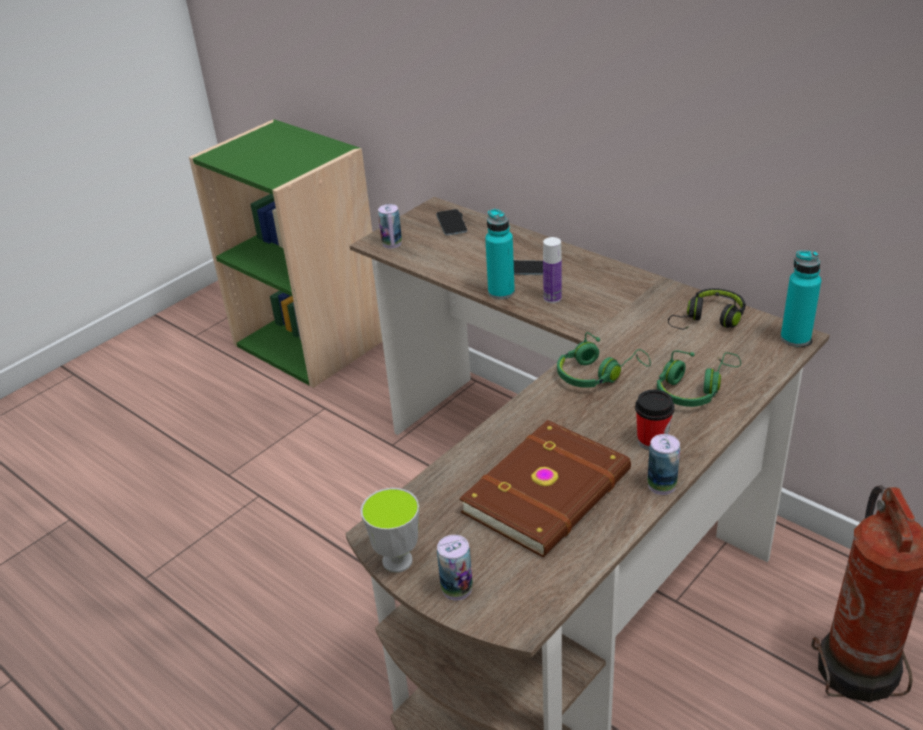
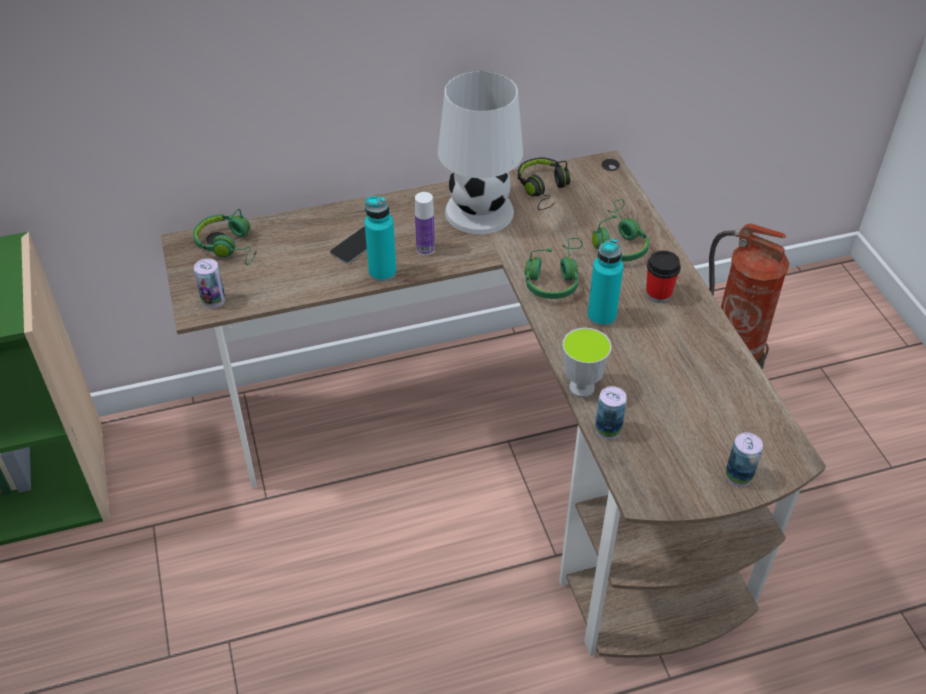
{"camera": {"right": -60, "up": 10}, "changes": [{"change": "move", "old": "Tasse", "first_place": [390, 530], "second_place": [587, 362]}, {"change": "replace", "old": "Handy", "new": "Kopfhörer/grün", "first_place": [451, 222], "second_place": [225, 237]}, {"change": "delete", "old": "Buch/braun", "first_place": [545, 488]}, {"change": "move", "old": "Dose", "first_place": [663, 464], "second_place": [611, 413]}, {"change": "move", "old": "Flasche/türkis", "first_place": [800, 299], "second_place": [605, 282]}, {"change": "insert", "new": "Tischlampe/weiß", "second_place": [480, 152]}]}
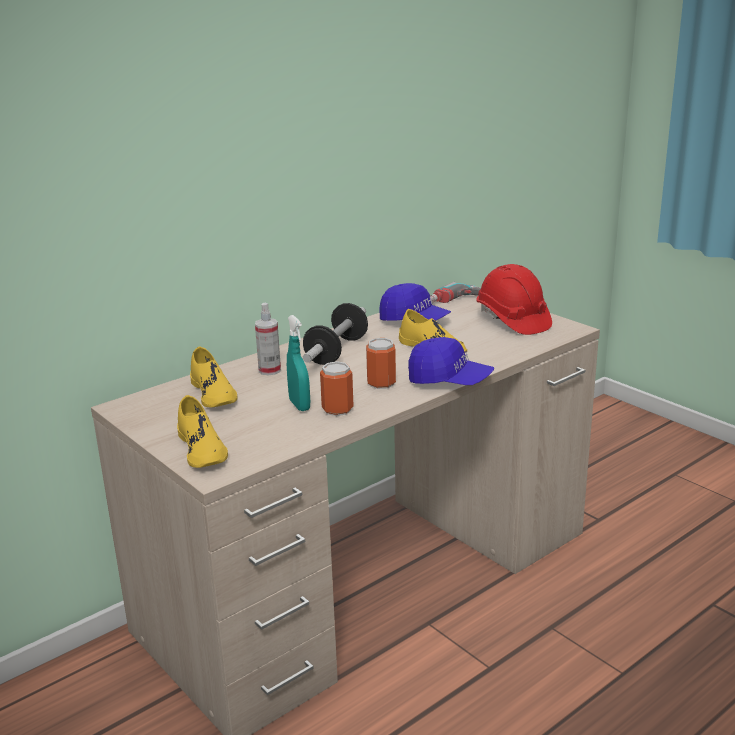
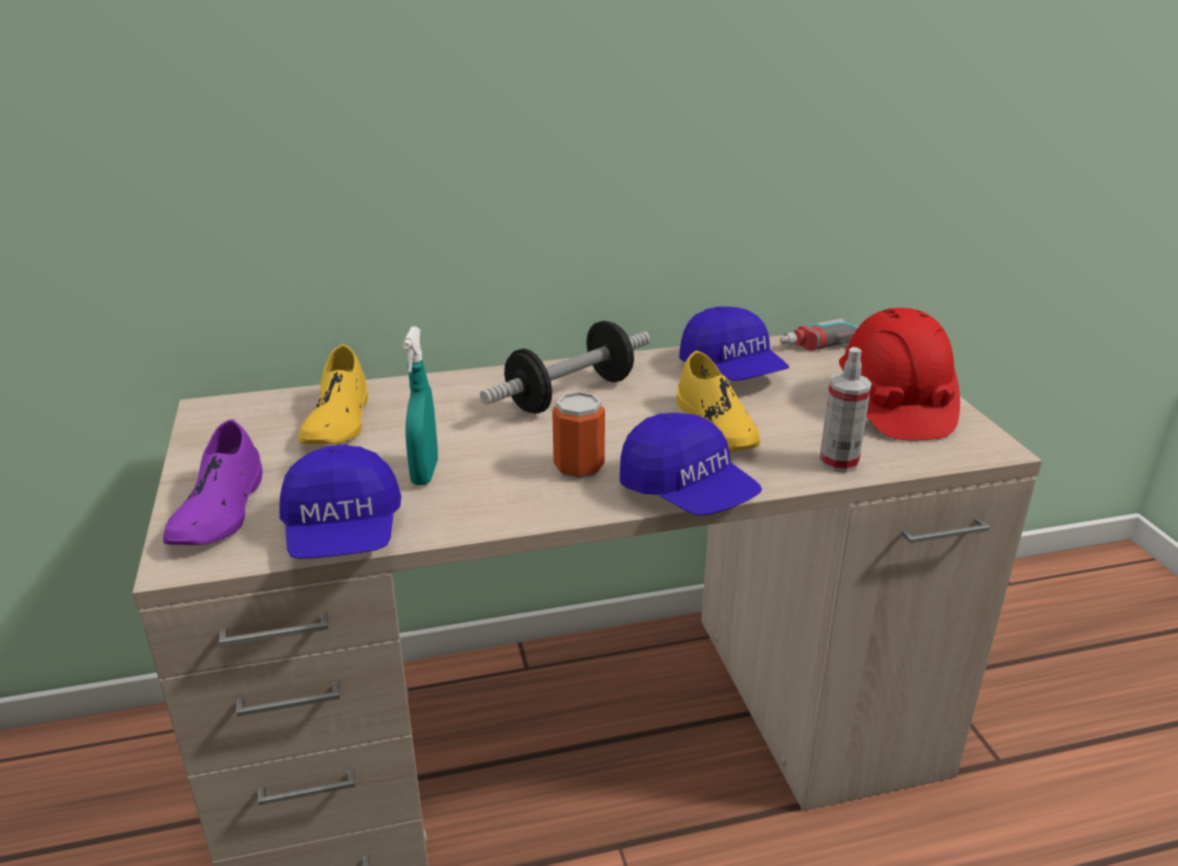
{"camera": {"right": 25, "up": 5}, "changes": [{"change": "recolor", "old": "Schuh/gelb", "new": "Schuh/lila", "first_place": [202, 431], "second_place": [212, 482]}, {"change": "move", "old": "Sprühflasche", "first_place": [268, 339], "second_place": [845, 410]}, {"change": "delete", "old": "Dose", "first_place": [337, 388]}, {"change": "insert", "new": "Kappe/blau", "second_place": [340, 502]}]}
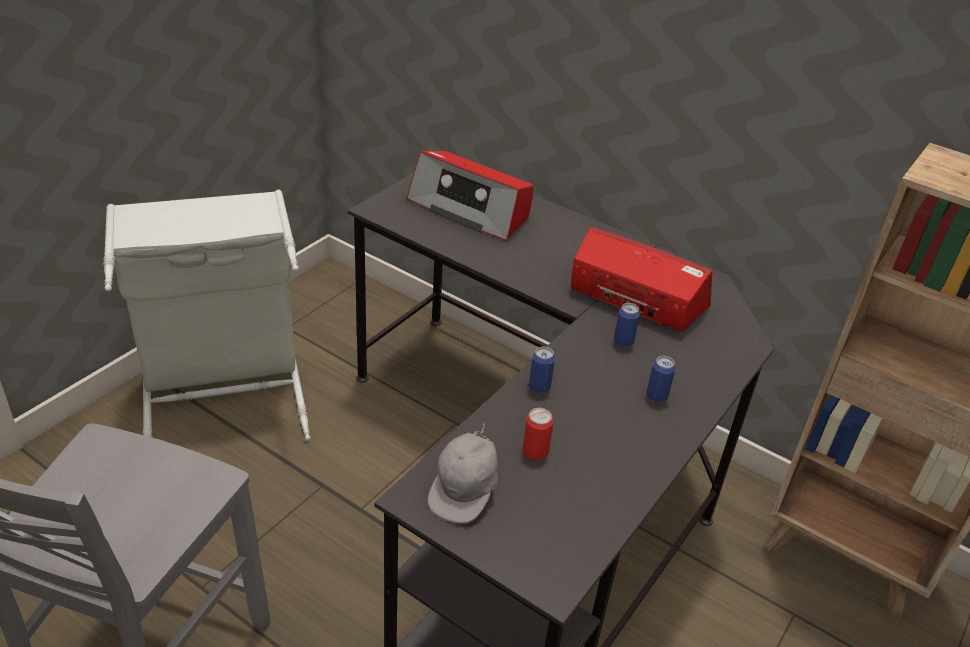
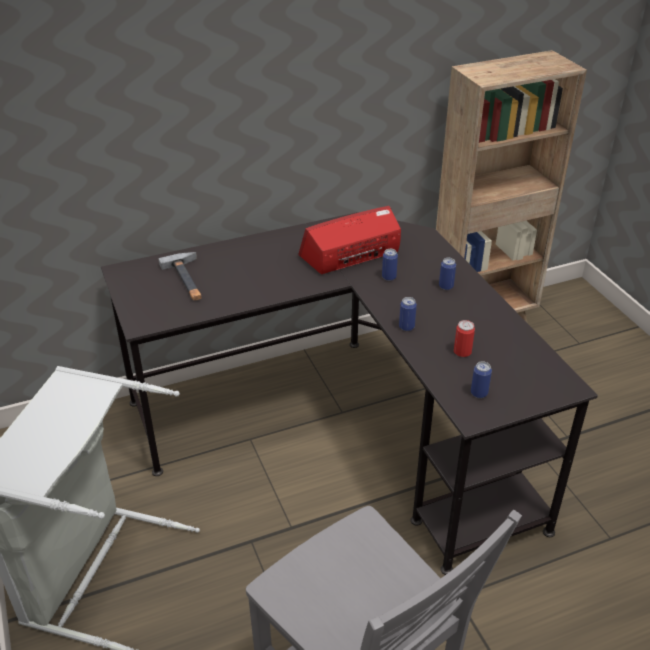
{"camera": {"right": -55, "up": 0}, "changes": [{"change": "replace", "old": "Radio", "new": "Hammer", "first_place": [470, 196], "second_place": [180, 276]}, {"change": "replace", "old": "Kappe/grau", "new": "Dose", "first_place": [463, 473], "second_place": [481, 379]}]}
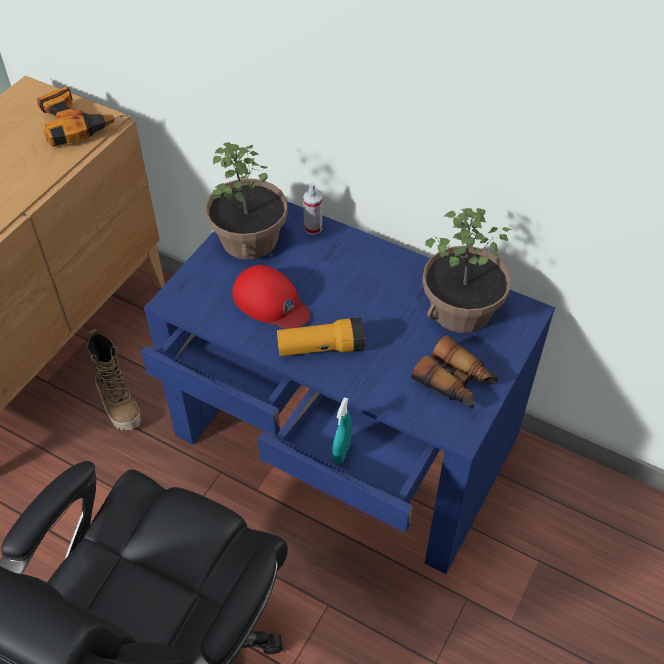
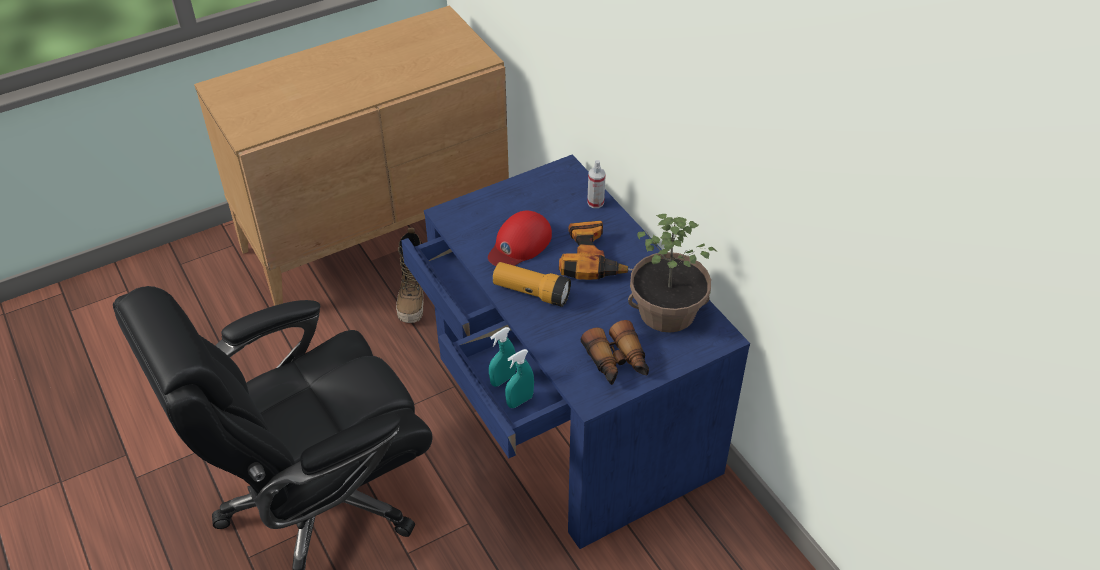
{"camera": {"right": 30, "up": -5}, "changes": [{"change": "move", "old": "Bohrmaschine", "first_place": [82, 116], "second_place": [596, 250]}, {"change": "delete", "old": "Topfpflanze", "first_place": [247, 201]}, {"change": "rotate", "old": "Kappe/rot", "first_place": [271, 297], "second_place": [520, 238], "degrees": 60}, {"change": "insert", "new": "Sprühflasche/türkis", "second_place": [519, 378]}]}
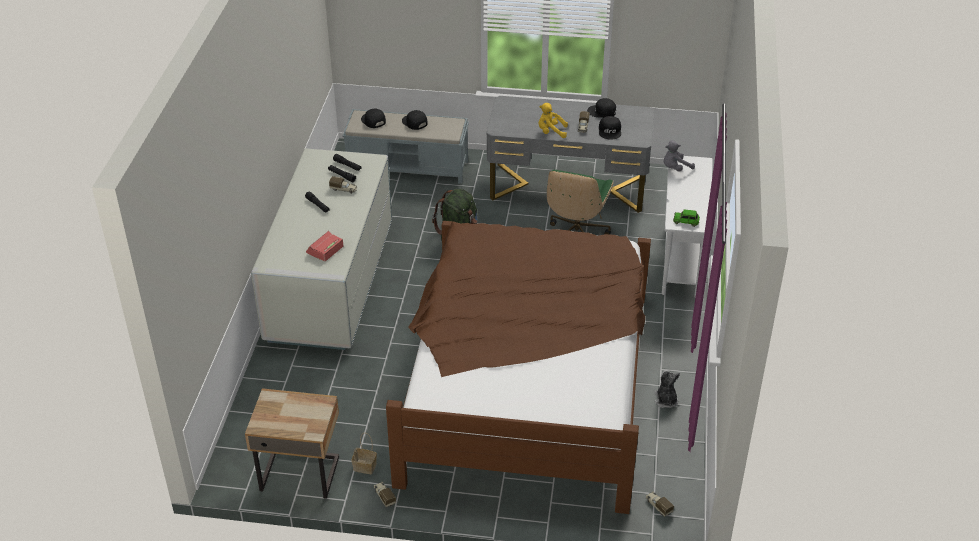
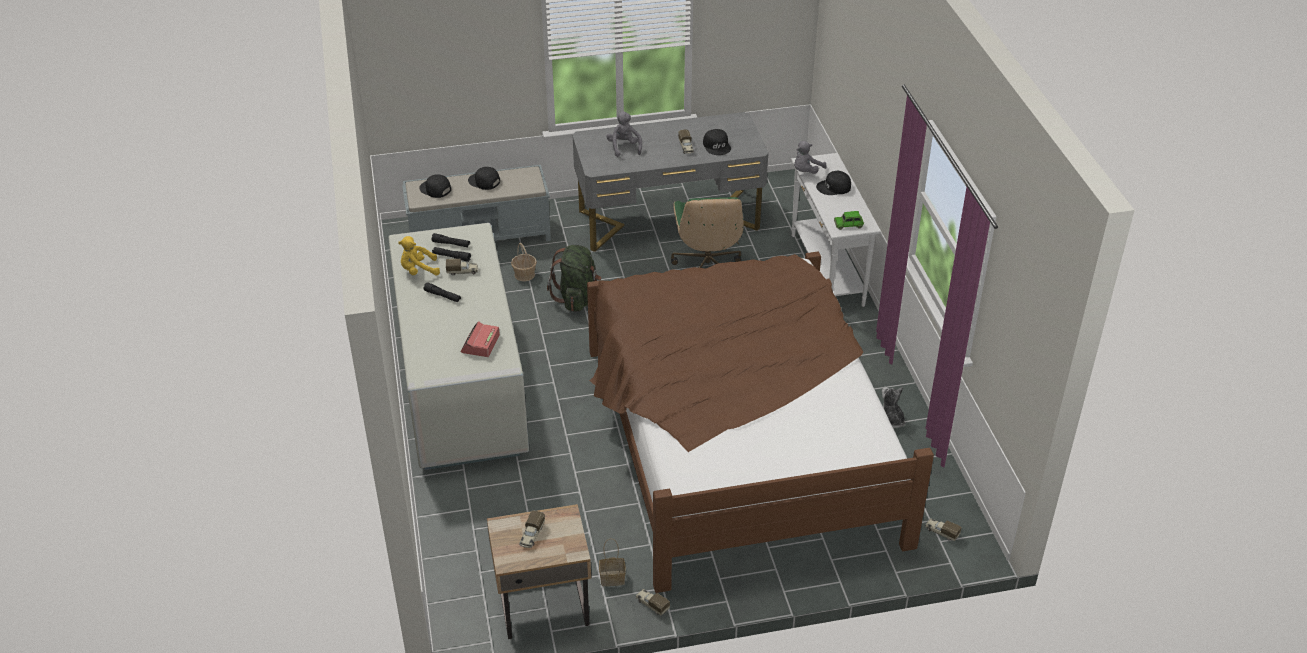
{"camera": {"right": -20, "up": 0}, "changes": [{"change": "move", "old": "Plüschtier/gelb", "first_place": [553, 120], "second_place": [419, 255]}, {"change": "move", "old": "Kappe/schwarz", "first_place": [601, 108], "second_place": [833, 183]}, {"change": "insert", "new": "Korb", "second_place": [524, 262]}, {"change": "insert", "new": "Spielzeuglaster", "second_place": [532, 529]}, {"change": "insert", "new": "Plüschtier/grau", "second_place": [624, 134]}]}
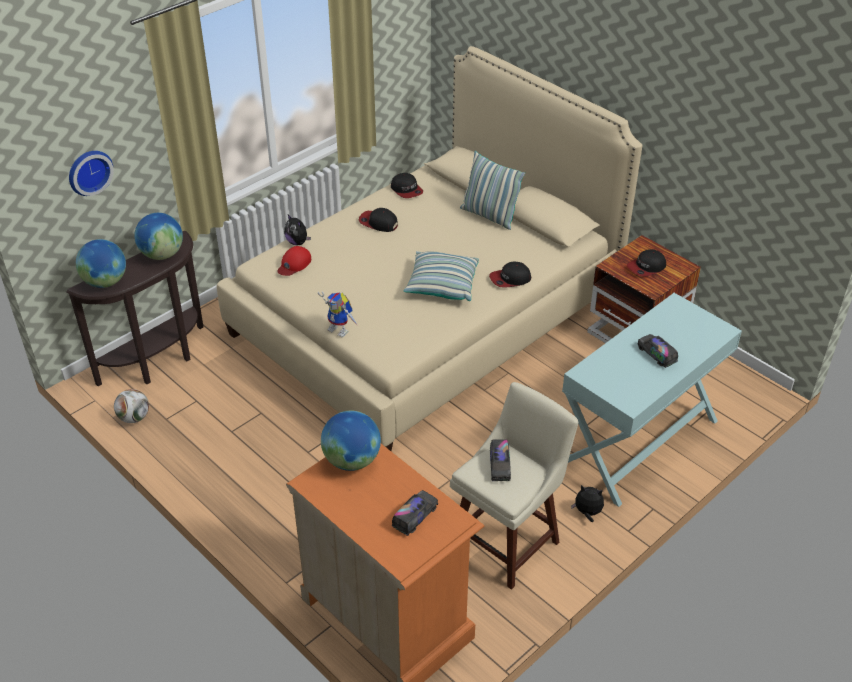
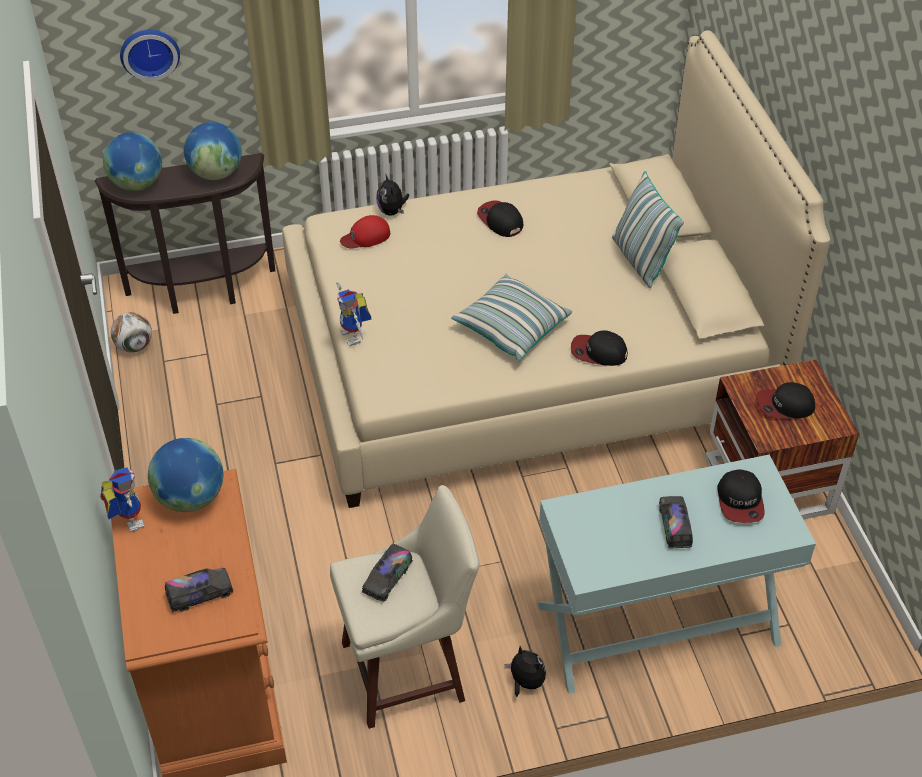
{"camera": {"right": 30, "up": 5}, "changes": [{"change": "move", "old": "Kappe", "first_place": [407, 185], "second_place": [741, 496]}, {"change": "insert", "new": "Spielzeugroboter", "second_place": [122, 499]}]}
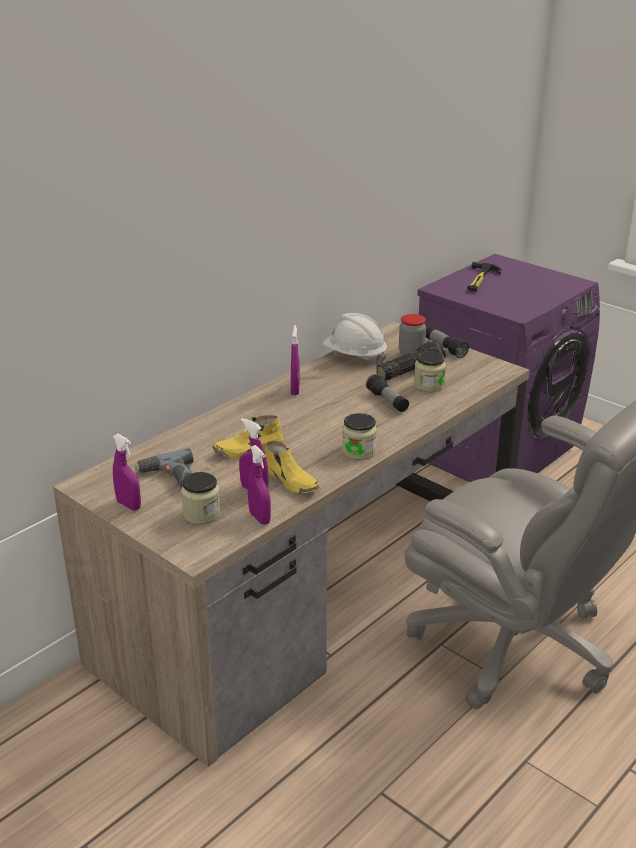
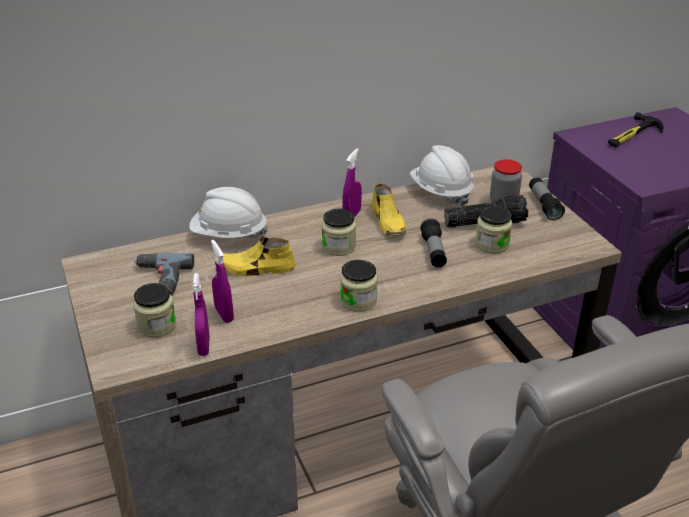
{"camera": {"right": 25, "up": 5}, "changes": [{"change": "delete", "old": "Sprühflasche/lila", "first_place": [127, 472]}, {"change": "move", "old": "Schuh/gelb", "first_place": [291, 467], "second_place": [388, 210]}, {"change": "insert", "new": "Schutzhelm/weiß", "second_place": [228, 213]}, {"change": "insert", "new": "Vorratsglas", "second_place": [339, 232]}]}
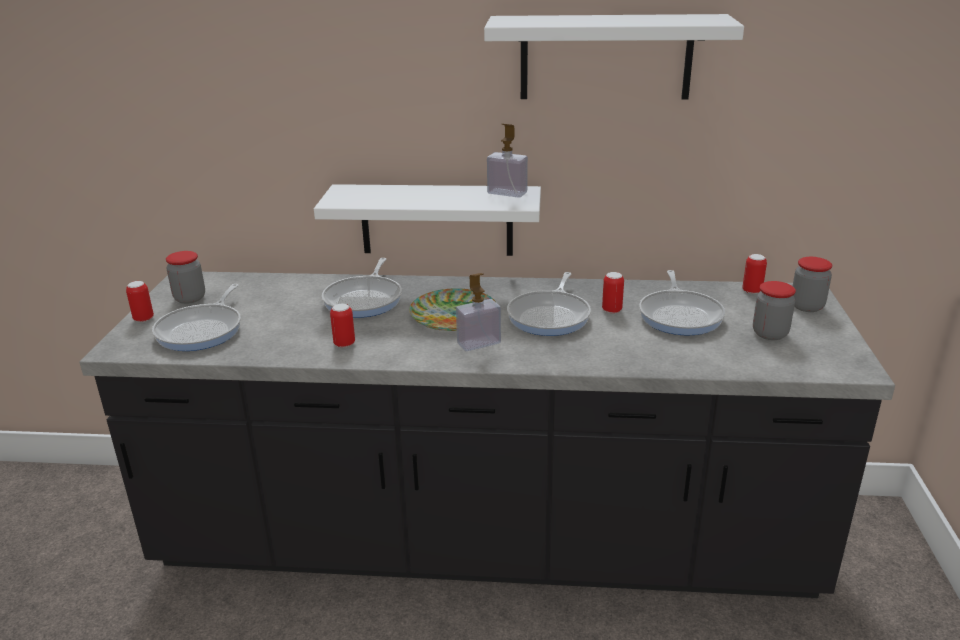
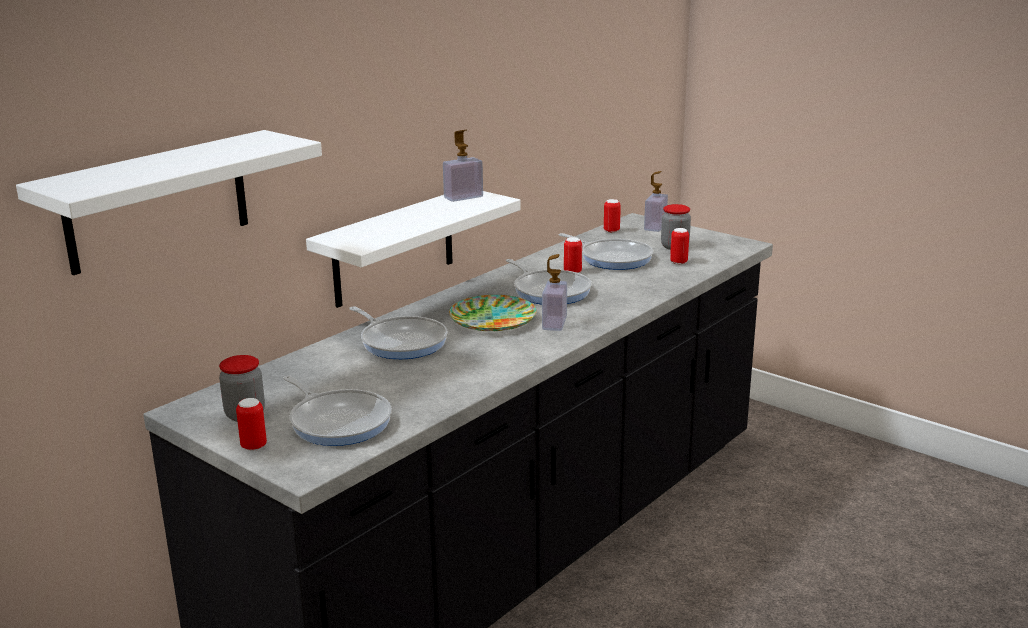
{"camera": {"right": -55, "up": -5}, "changes": [{"change": "move", "old": "Dose", "first_place": [342, 326], "second_place": [679, 246]}, {"change": "move", "old": "Wandregal/weiß", "first_place": [614, 56], "second_place": [169, 202]}, {"change": "replace", "old": "Vorratsglas", "new": "Seifenspender", "first_place": [812, 284], "second_place": [656, 201]}]}
